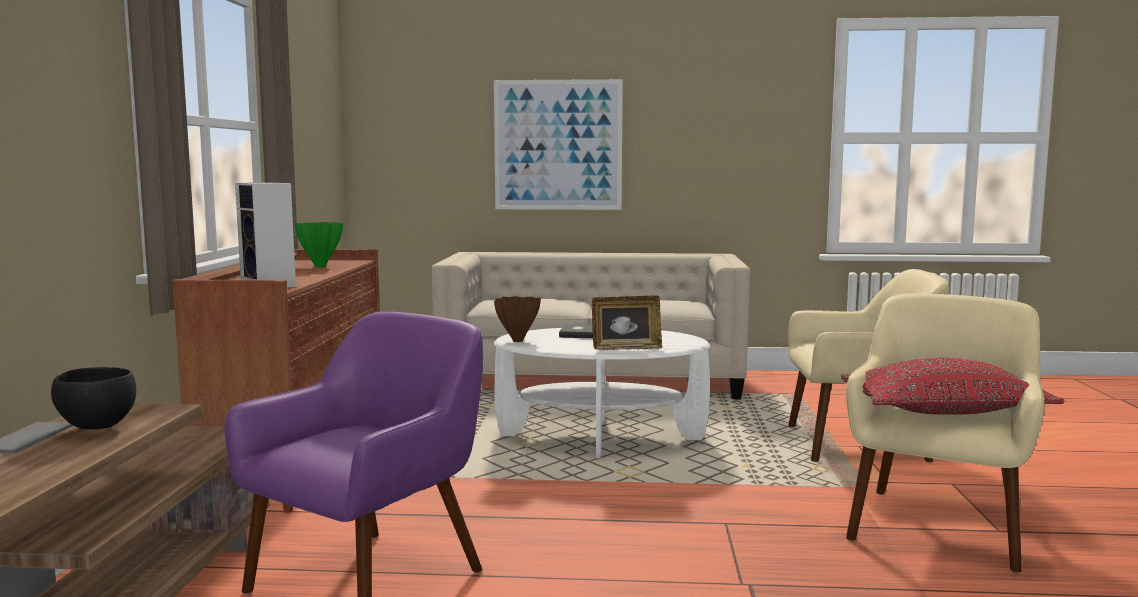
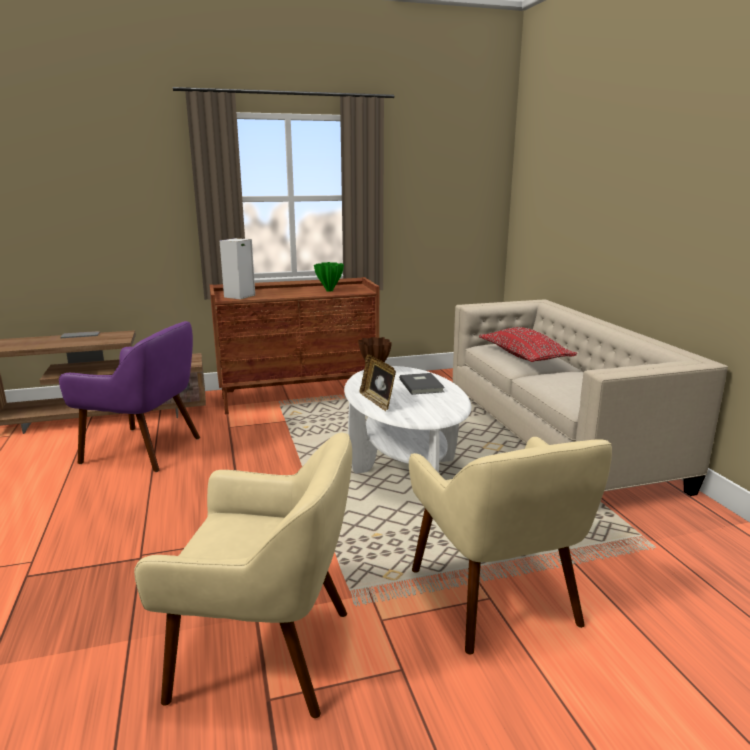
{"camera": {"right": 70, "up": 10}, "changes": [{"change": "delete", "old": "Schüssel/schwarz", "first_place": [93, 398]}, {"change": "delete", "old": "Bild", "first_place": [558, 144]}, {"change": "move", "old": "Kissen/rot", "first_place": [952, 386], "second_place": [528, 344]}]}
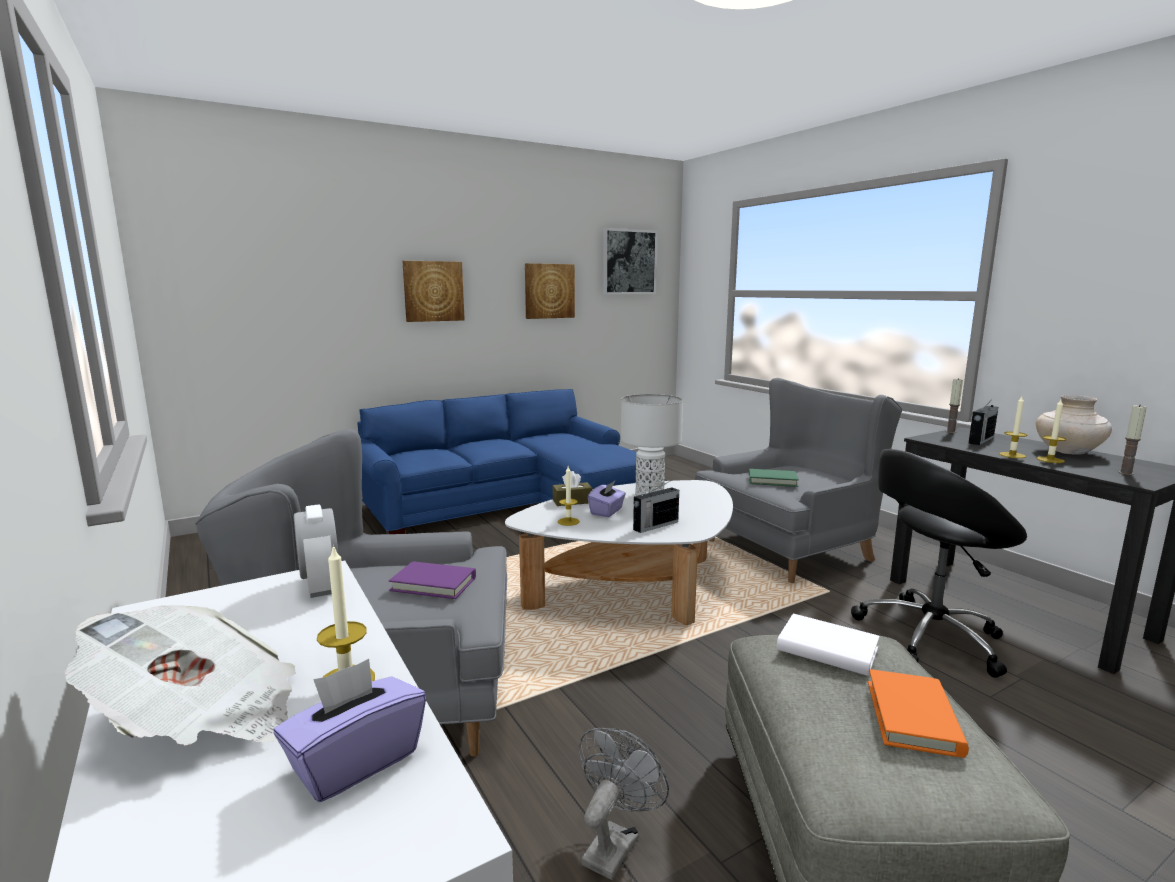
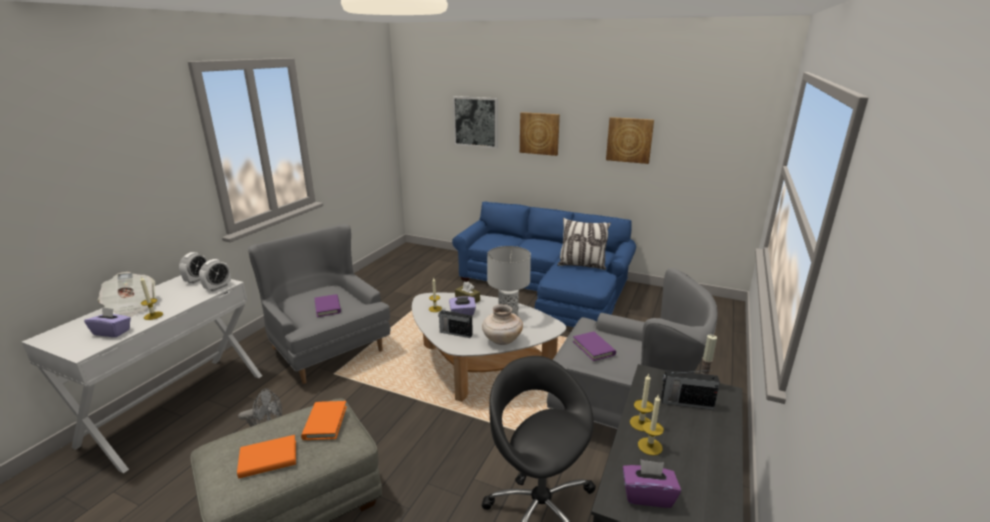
{"camera": {"right": 55, "up": 10}, "changes": [{"change": "move", "old": "Bild", "first_place": [630, 261], "second_place": [475, 122]}, {"change": "recolor", "old": "Buch/grün", "new": "Buch/lila", "first_place": [774, 478], "second_place": [594, 346]}, {"change": "recolor", "old": "Buch/weiß", "new": "Buch/orange", "first_place": [828, 645], "second_place": [324, 420]}, {"change": "move", "old": "Vase/beige", "first_place": [1074, 425], "second_place": [502, 324]}, {"change": "replace", "old": "Kerze", "new": "Taschentuchbox/lila", "first_place": [1132, 439], "second_place": [652, 483]}, {"change": "insert", "new": "Wecker", "second_place": [193, 267]}, {"change": "insert", "new": "Kissen", "second_place": [584, 244]}]}
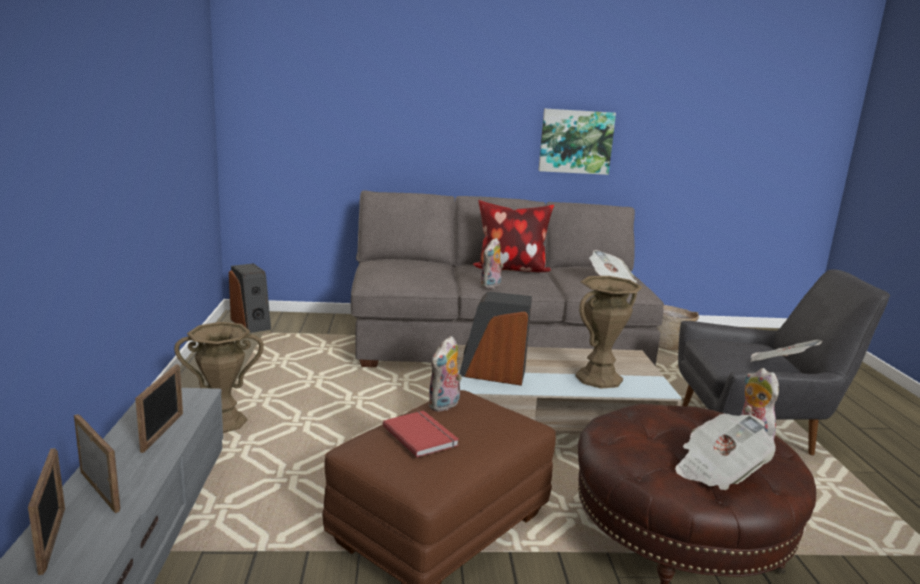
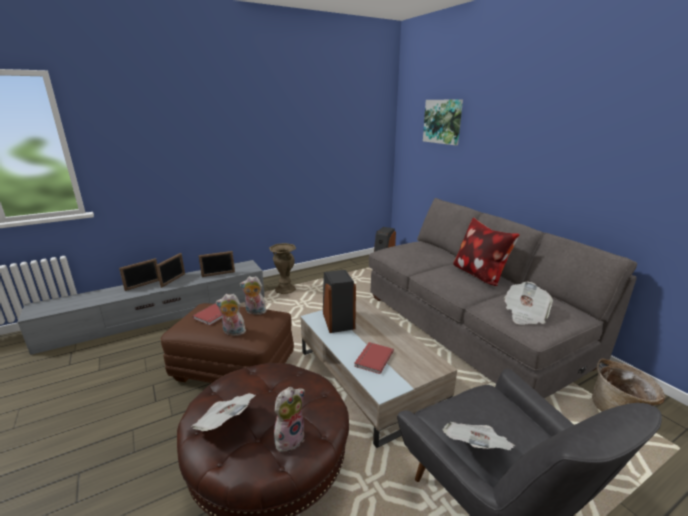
{"camera": {"right": 65, "up": 5}, "changes": [{"change": "move", "old": "Plüschtier", "first_place": [491, 263], "second_place": [231, 315]}, {"change": "move", "old": "Bild", "first_place": [577, 142], "second_place": [443, 122]}, {"change": "replace", "old": "Vase/braun", "new": "Buch/rot", "first_place": [608, 332], "second_place": [374, 358]}]}
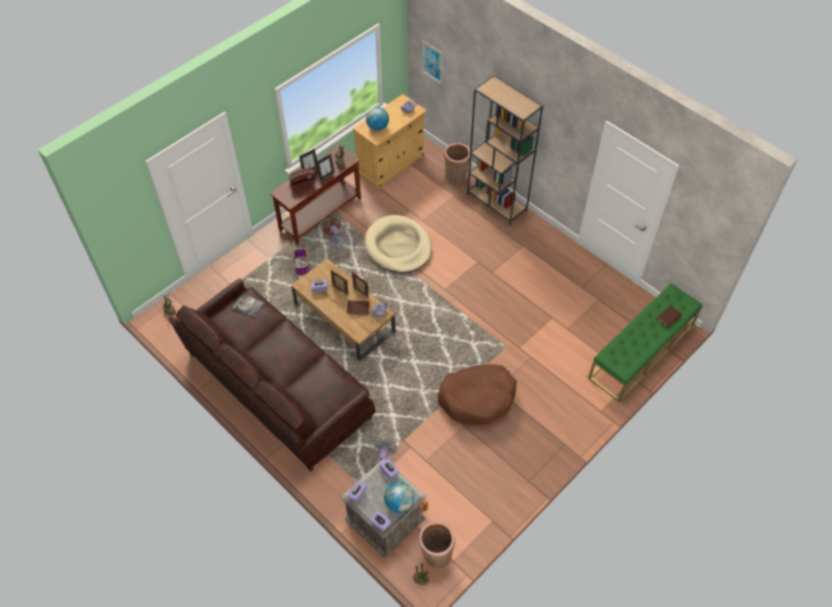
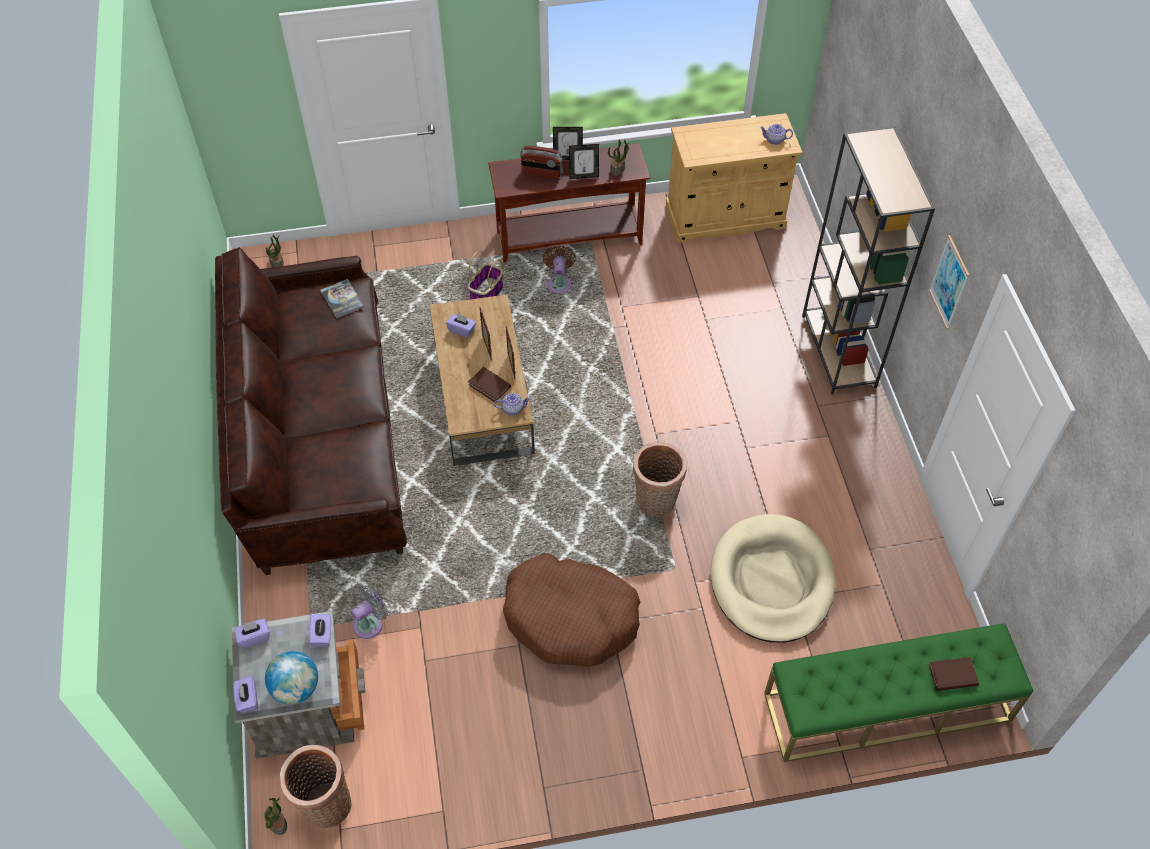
{"camera": {"right": 35, "up": 0}, "changes": [{"change": "move", "old": "Hundebett/beige", "first_place": [398, 244], "second_place": [773, 578]}, {"change": "delete", "old": "Globus", "first_place": [377, 119]}, {"change": "move", "old": "Bild", "first_place": [432, 62], "second_place": [949, 282]}, {"change": "move", "old": "Korb", "first_place": [457, 164], "second_place": [660, 479]}]}
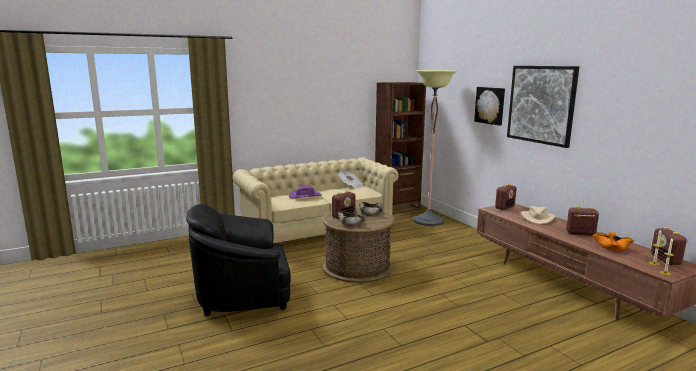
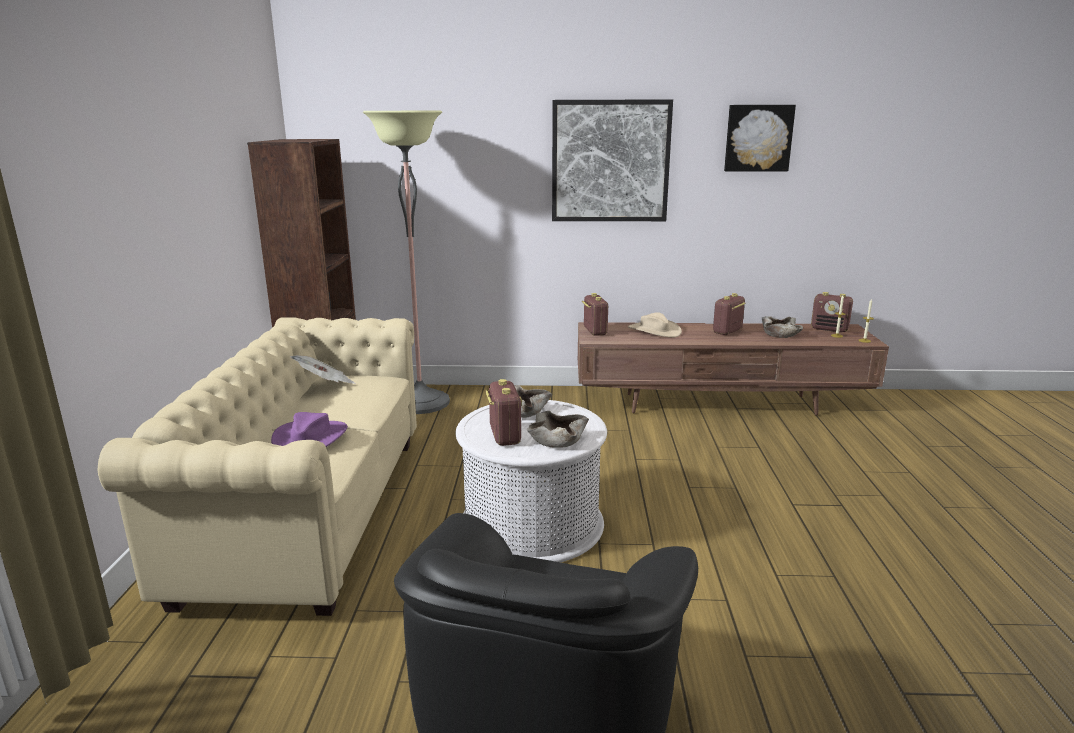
{"camera": {"right": -60, "up": 5}, "changes": [{"change": "recolor", "old": "Couchtisch/braun", "new": "Couchtisch/weiß", "first_place": [358, 245], "second_place": [531, 481]}, {"change": "move", "old": "Bild", "first_place": [489, 106], "second_place": [760, 138]}, {"change": "recolor", "old": "Schüssel/orange", "new": "Schüssel/beige", "first_place": [613, 241], "second_place": [782, 327]}]}
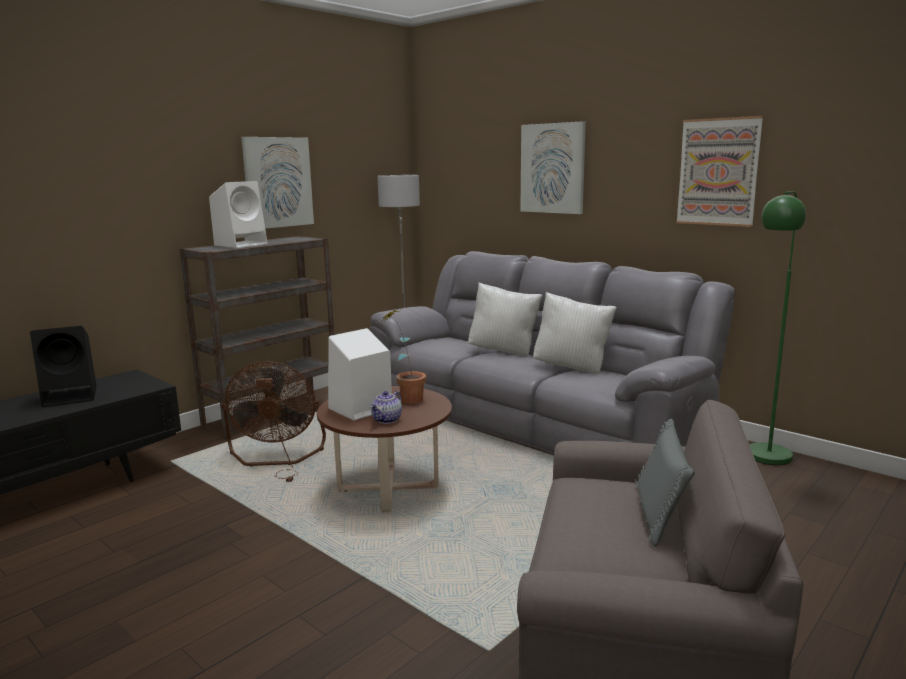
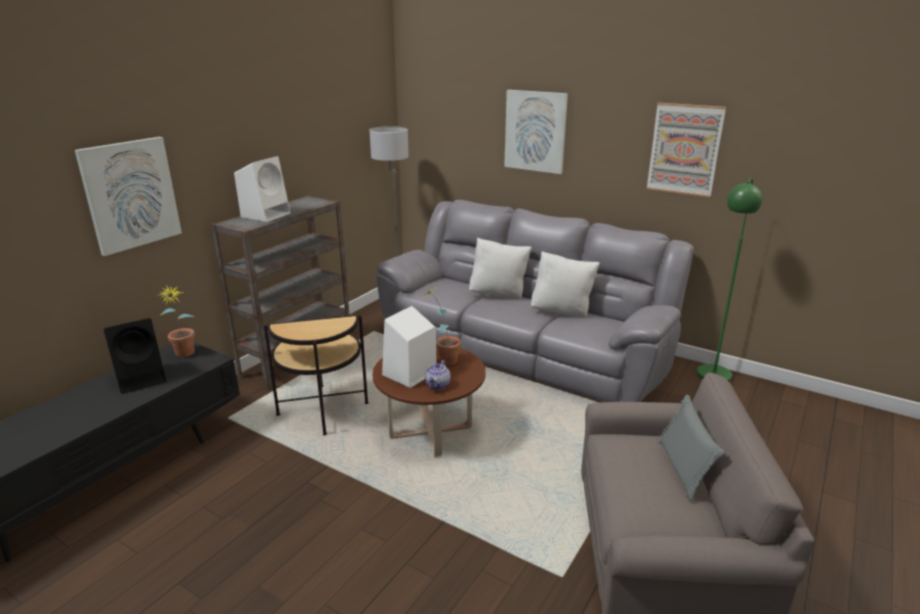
{"camera": {"right": -10, "up": 10}, "changes": [{"change": "replace", "old": "Ventilator/braun", "new": "Beistelltisch", "first_place": [273, 422], "second_place": [316, 375]}, {"change": "move", "old": "Bild", "first_place": [277, 183], "second_place": [128, 196]}, {"change": "insert", "new": "Topfpflanze", "second_place": [177, 321]}]}
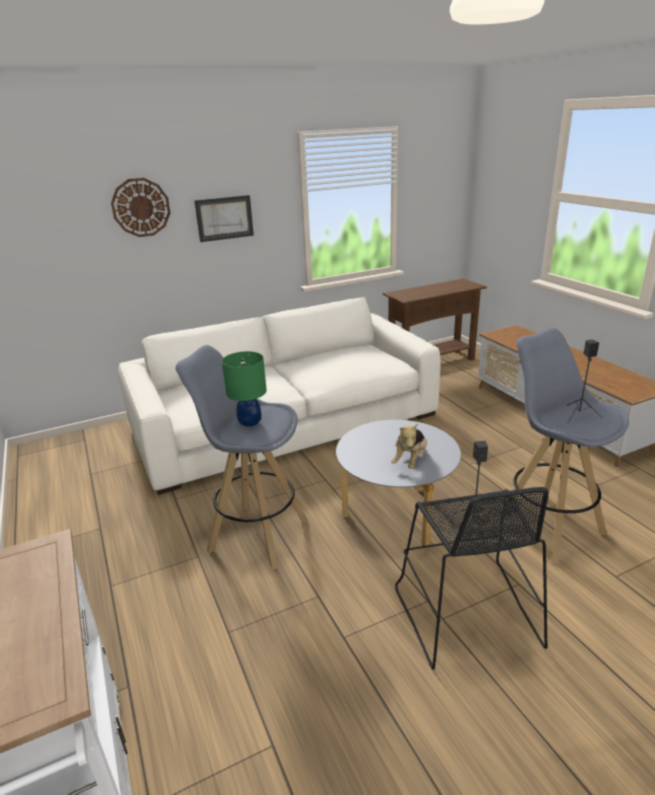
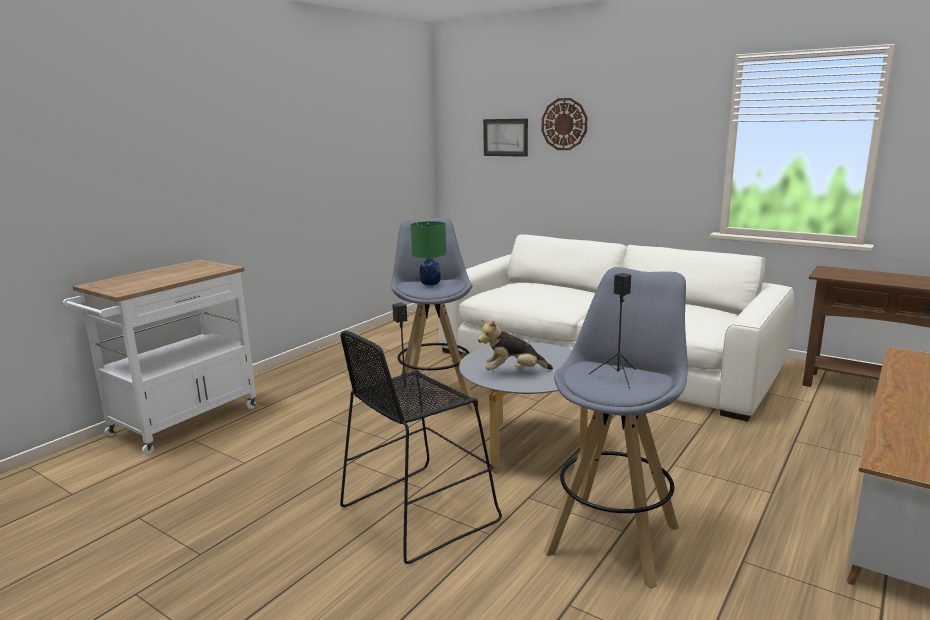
{"camera": {"right": 60, "up": -10}, "changes": [{"change": "move", "old": "Bild", "first_place": [224, 218], "second_place": [505, 138]}]}
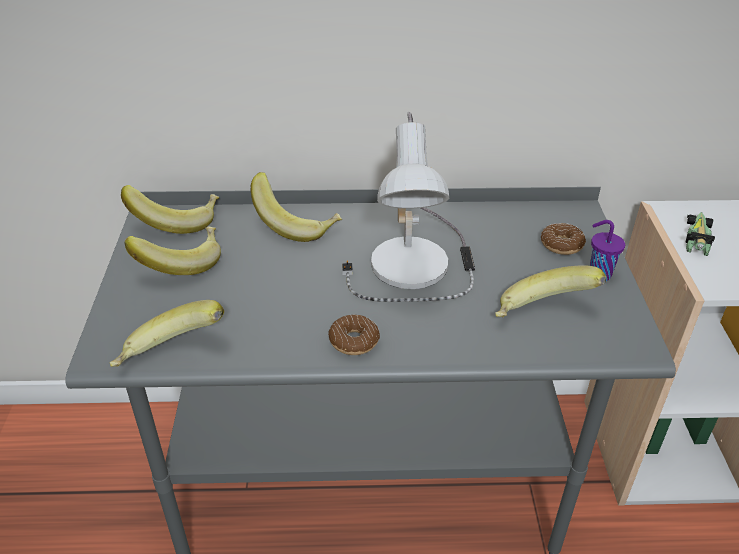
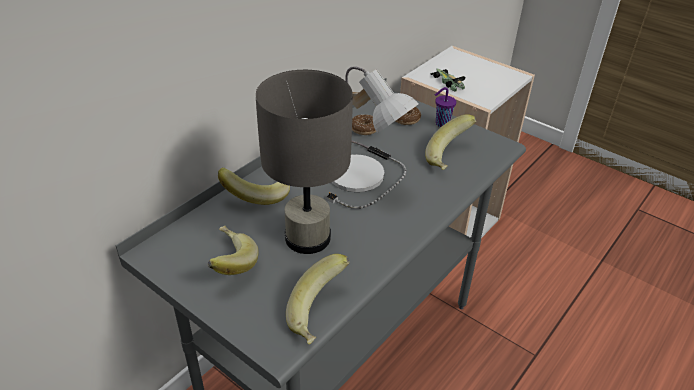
{"camera": {"right": -50, "up": 0}, "changes": [{"change": "delete", "old": "Banane", "first_place": [170, 209]}, {"change": "move", "old": "Donut", "first_place": [354, 335], "second_place": [364, 124]}, {"change": "insert", "new": "Tischlampe/grau", "second_place": [304, 162]}]}
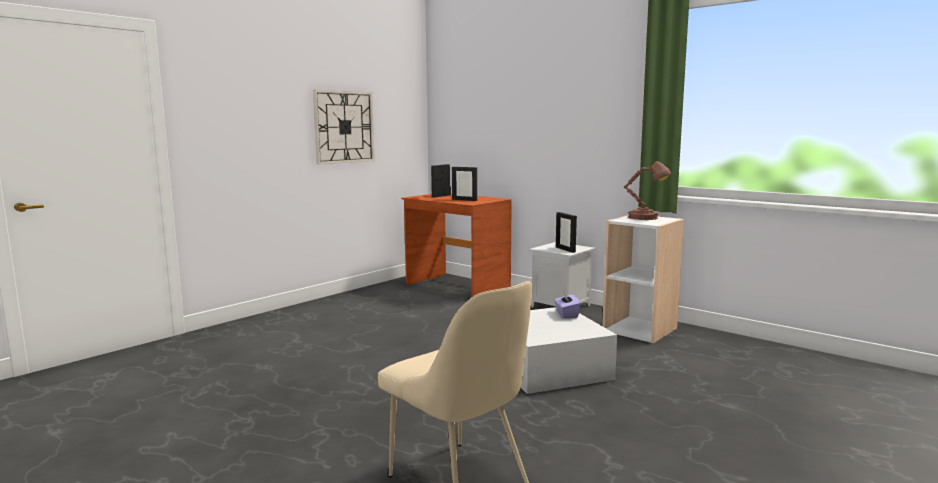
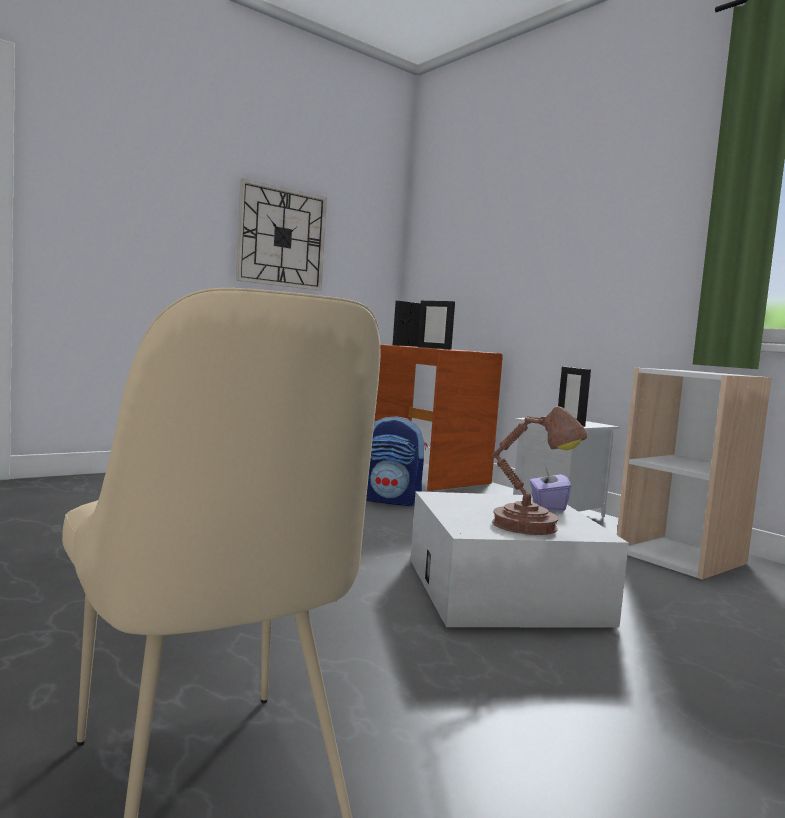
{"camera": {"right": 10, "up": -5}, "changes": [{"change": "move", "old": "Tischlampe/braun", "first_place": [647, 190], "second_place": [539, 470]}, {"change": "insert", "new": "Rucksack", "second_place": [397, 462]}]}
